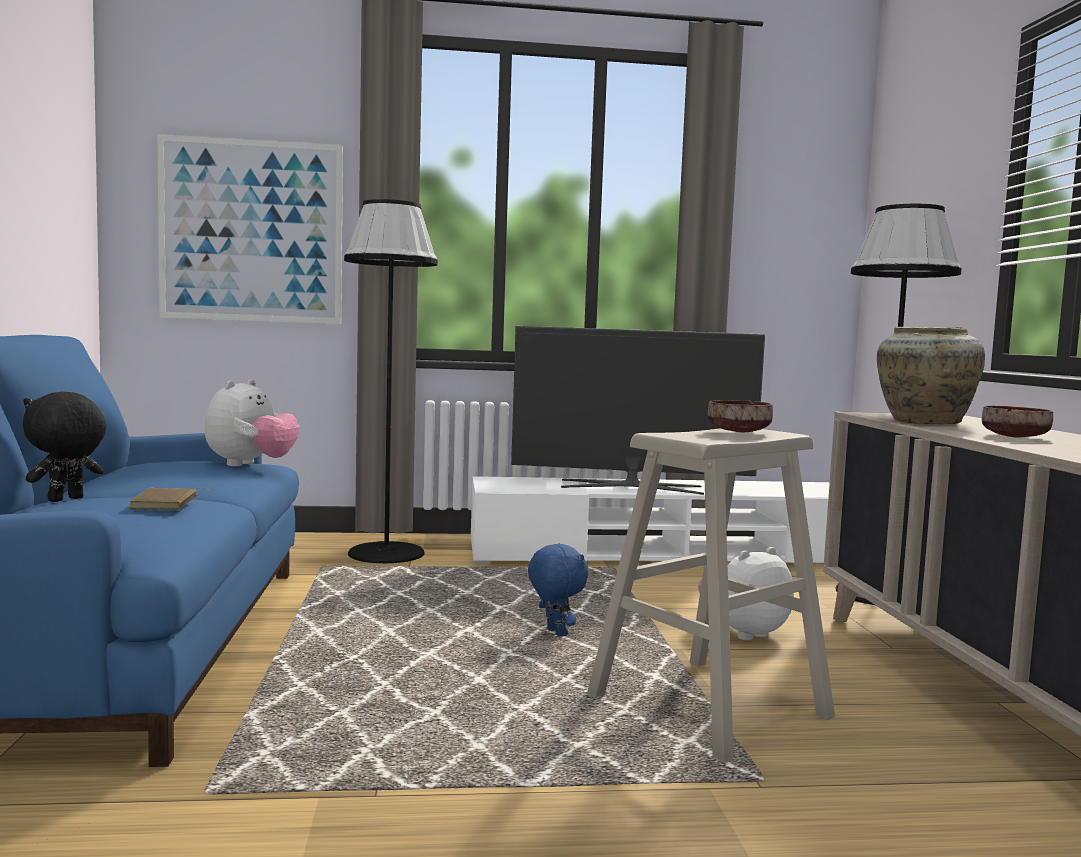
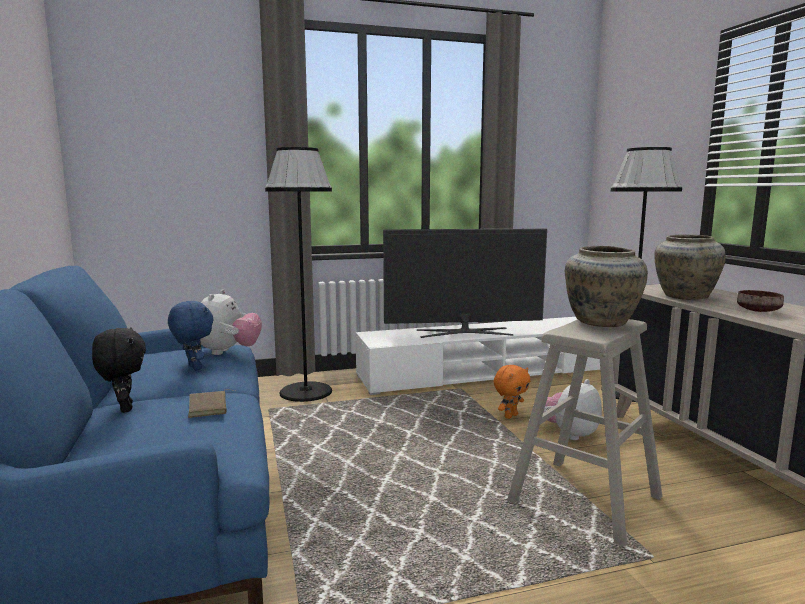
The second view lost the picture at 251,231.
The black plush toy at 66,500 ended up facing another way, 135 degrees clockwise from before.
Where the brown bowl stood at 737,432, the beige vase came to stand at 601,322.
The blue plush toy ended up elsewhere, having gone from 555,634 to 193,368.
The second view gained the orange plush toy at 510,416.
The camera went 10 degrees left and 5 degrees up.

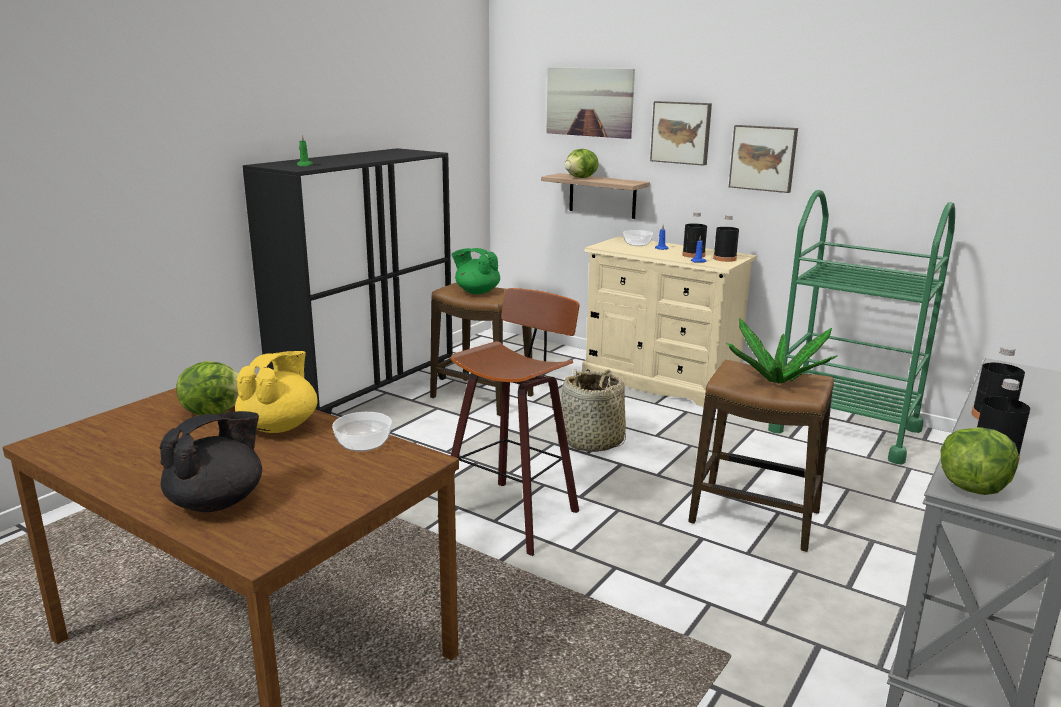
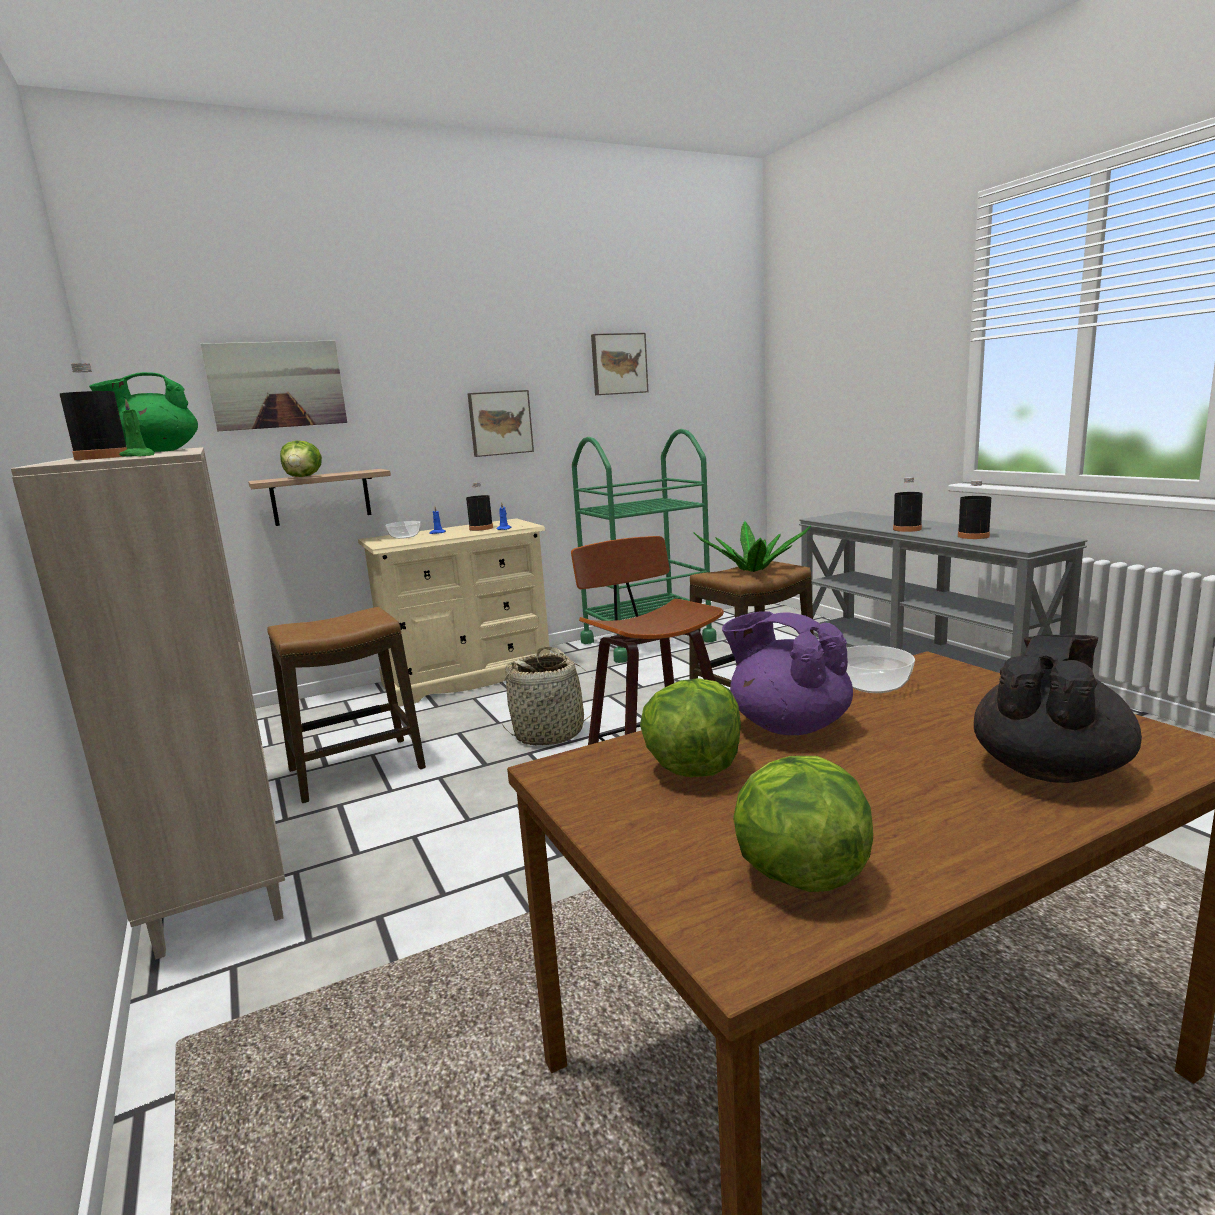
The picture ended up elsewhere, having gone from 681,132 to 618,364.
What was the black cabinet at 368,397 turned into the beige cabinet at 218,853.
The black bottle ended up elsewhere, having gone from 724,259 to 102,458.
The green teapot ended up elsewhere, having gone from 476,292 to 157,451.
What was the yellow teapot at 280,426 turned into the purple teapot at 788,725.
The black teapot at 218,502 ended up facing another way, 60 degrees clockwise from before.
The lettuce ended up elsewhere, having gone from 972,487 to 798,873.
The camera went 60 degrees left and 5 degrees down.

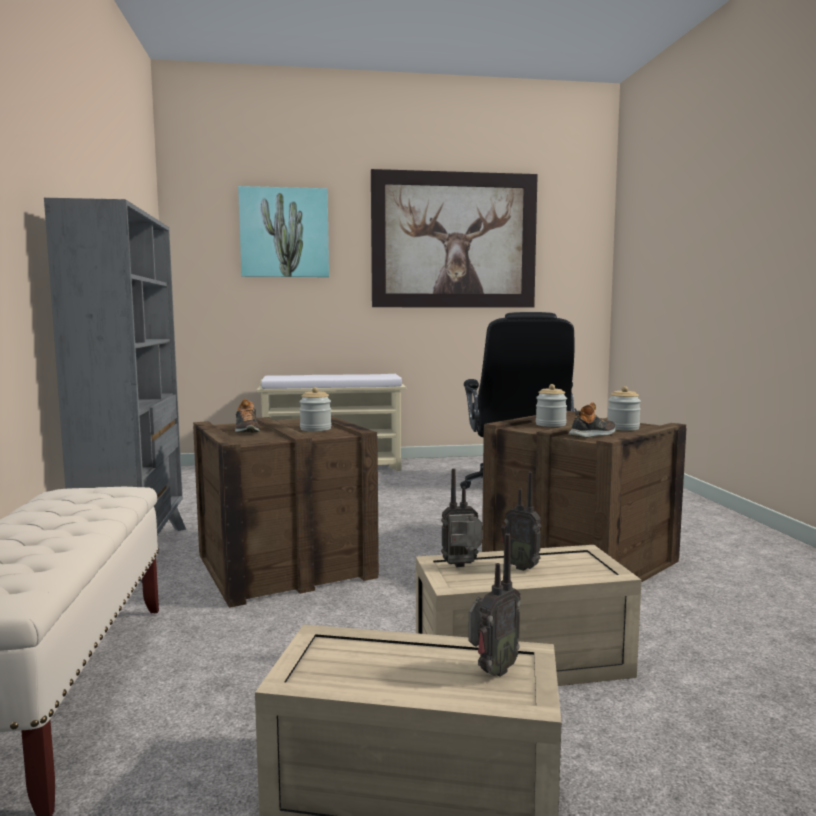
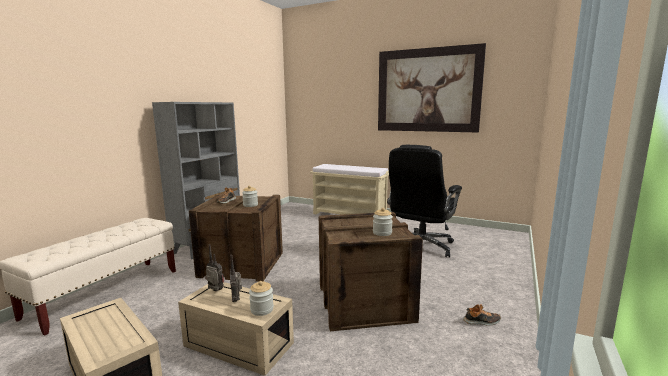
The second view lost the picture at 284,232.
The jar ended up elsewhere, having gone from 550,424 to 262,309.
The shoe ended up elsewhere, having gone from 593,435 to 482,321.
The second view lost the radio at 491,671.
The camera went 35 degrees right and 5 degrees up.

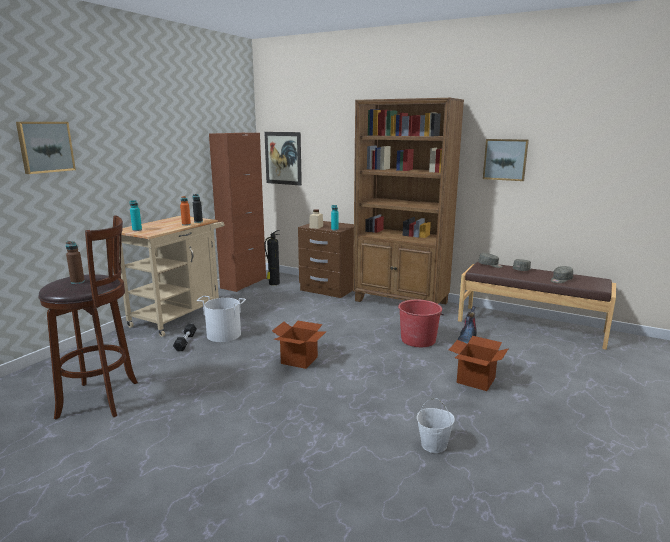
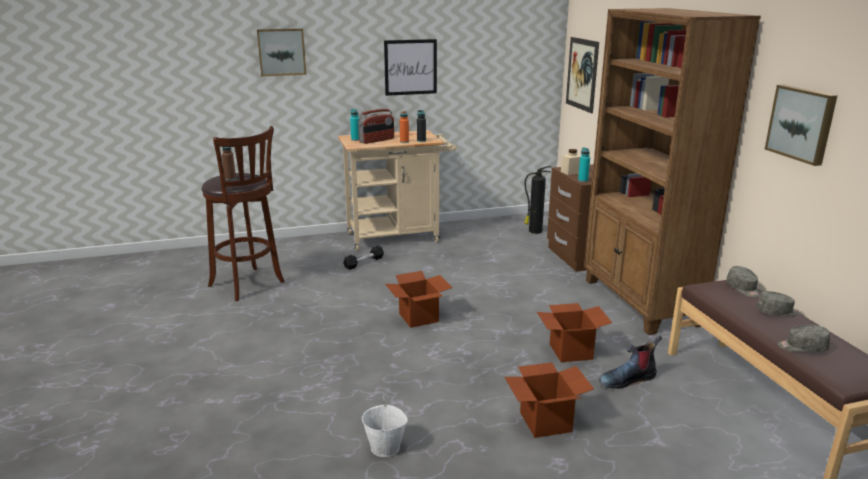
The second view lost the brown cabinet at 243,283.
The second view lost the white bucket at 224,334.
Where the red bucket stood at 418,340, the cardboard box came to stand at 571,351.
The second view gained the picture at 410,67.
The second view gained the radio at 377,140.
The camera went 45 degrees right and 5 degrees up.

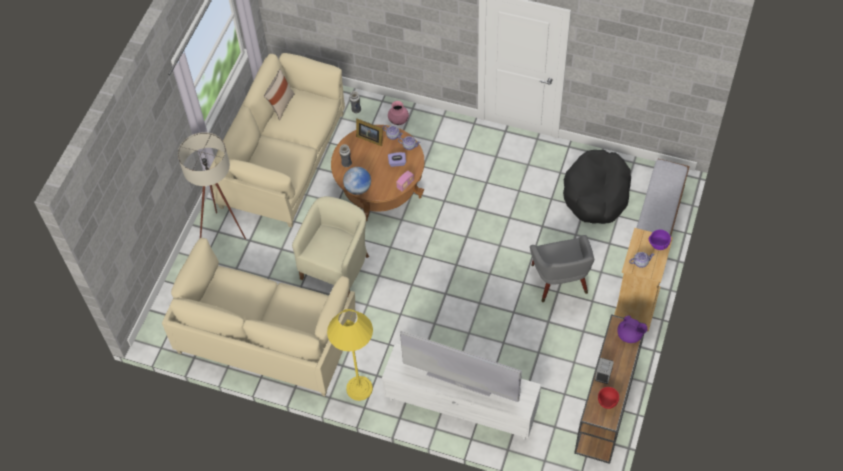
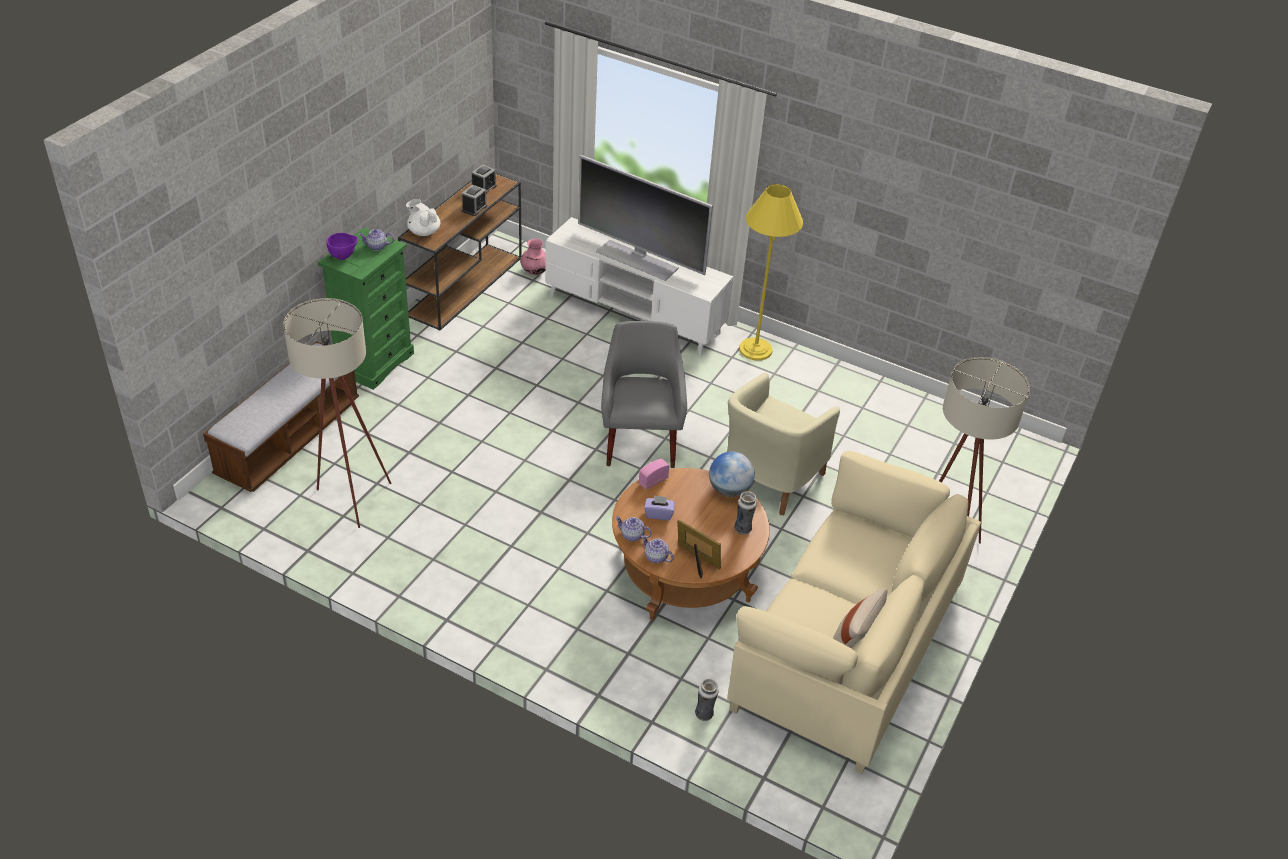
The pink vase ended up elsewhere, having gone from 398,121 to 534,272.
Where the black dog bed stood at 596,193, the beige floor lamp came to stand at 347,497.
What was the beige dresser at 636,306 turned into the green dresser at 374,362.
The grey armchair ended up elsewhere, having gone from 560,283 to 640,439.
The second view lost the beige sofa at 267,337.
What was the purple teapot at 630,335 turned into the white teapot at 423,231.
Where the red bowl stood at 607,404, the alarm clock came to stand at 484,188.
The camera went 175 degrees left and 15 degrees down.

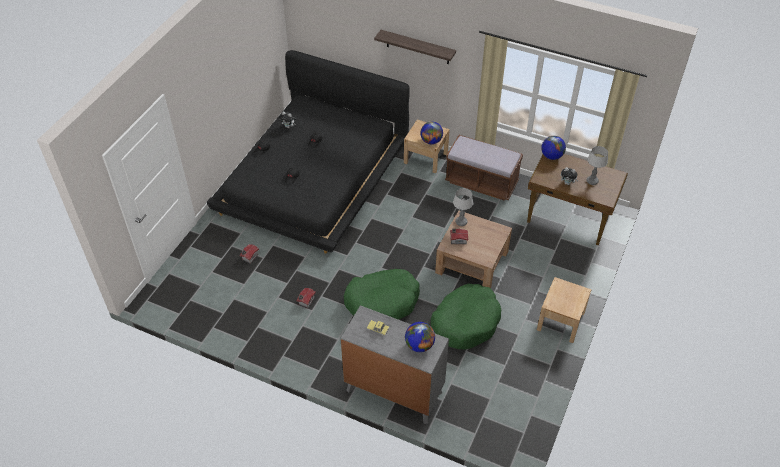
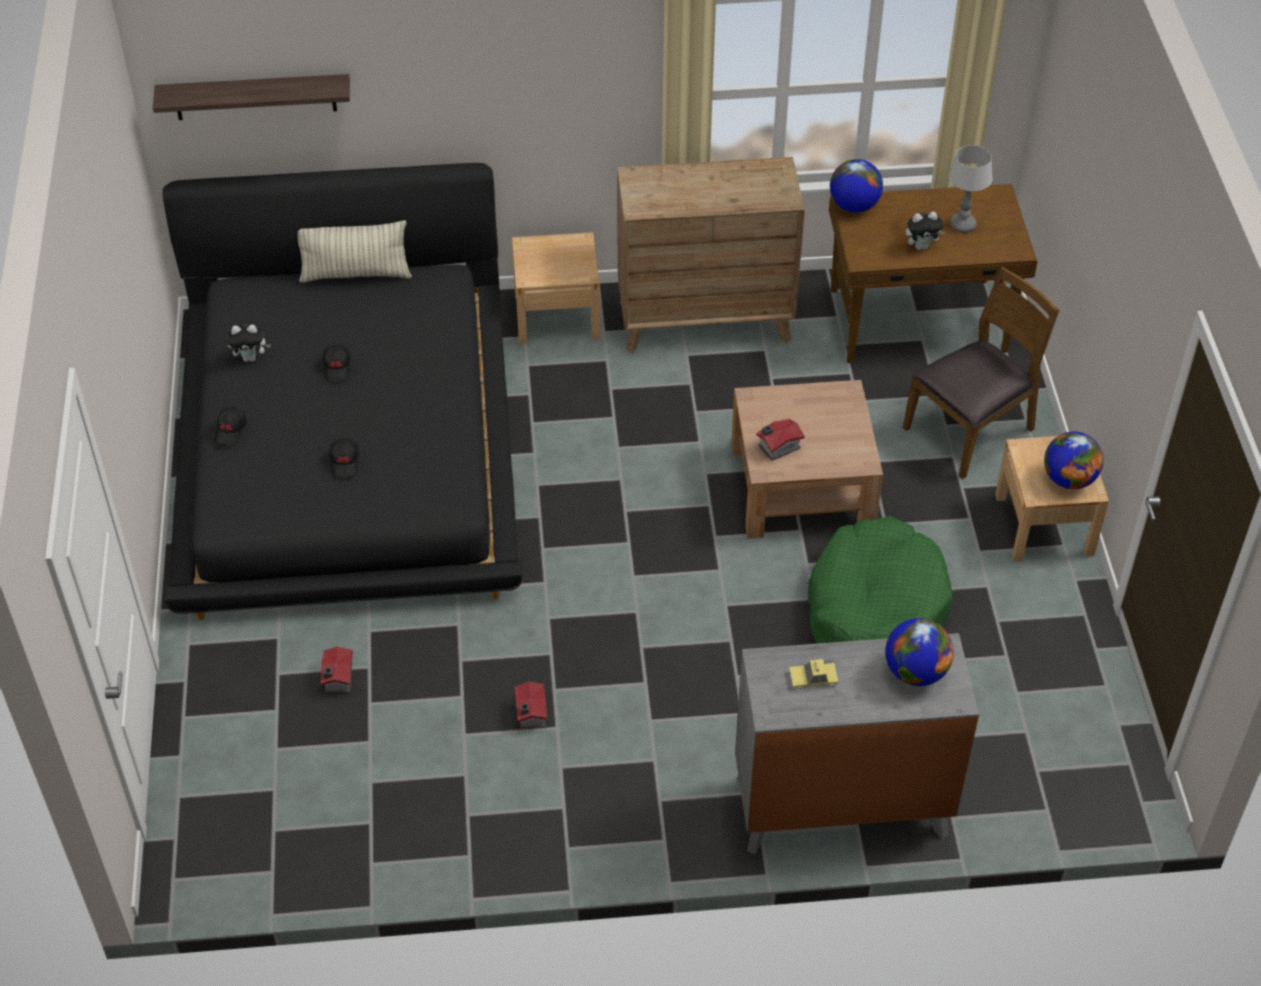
The shelf ended up elsewhere, having gone from 417,47 to 255,97.
The globe ended up elsewhere, having gone from 431,141 to 1069,479.
Where the brown bench stood at 481,182, the brown dresser came to stand at 705,321.
The second view lost the table lamp at 461,222.
The second view lost the green dog bed at 382,301.
The second view gained the pillow at 356,274.
The second view gained the brown chair at 971,429.
The camera went 30 degrees left and 0 degrees up.

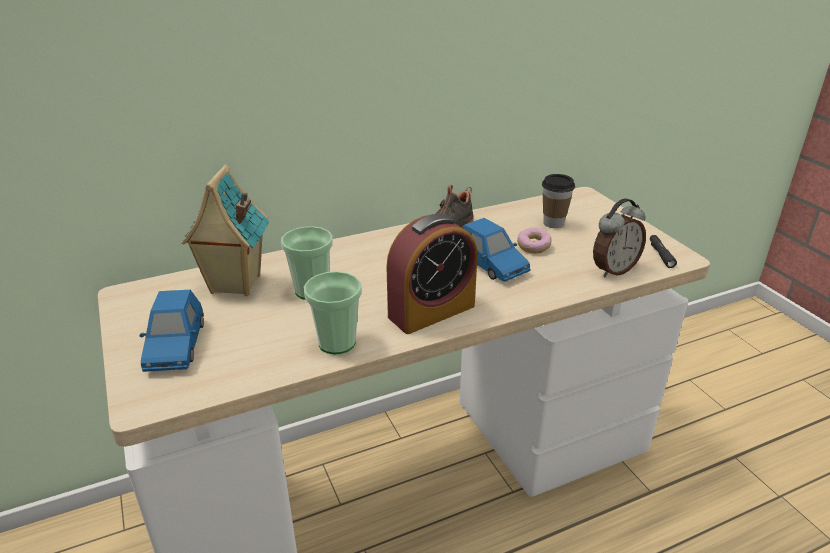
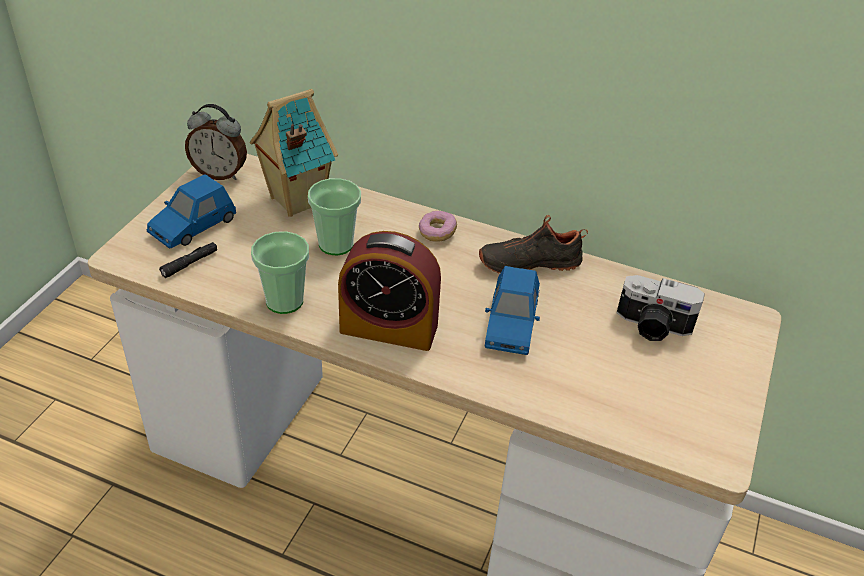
Where the cup stood at 553,223, the photo camera came to stand at 652,326.
The alarm clock ended up elsewhere, having gone from 613,269 to 220,174.
The donut ended up elsewhere, having gone from 533,247 to 437,233.
The black flashlight ended up elsewhere, having gone from 660,255 to 190,263.
The camera went 45 degrees right and 10 degrees up.

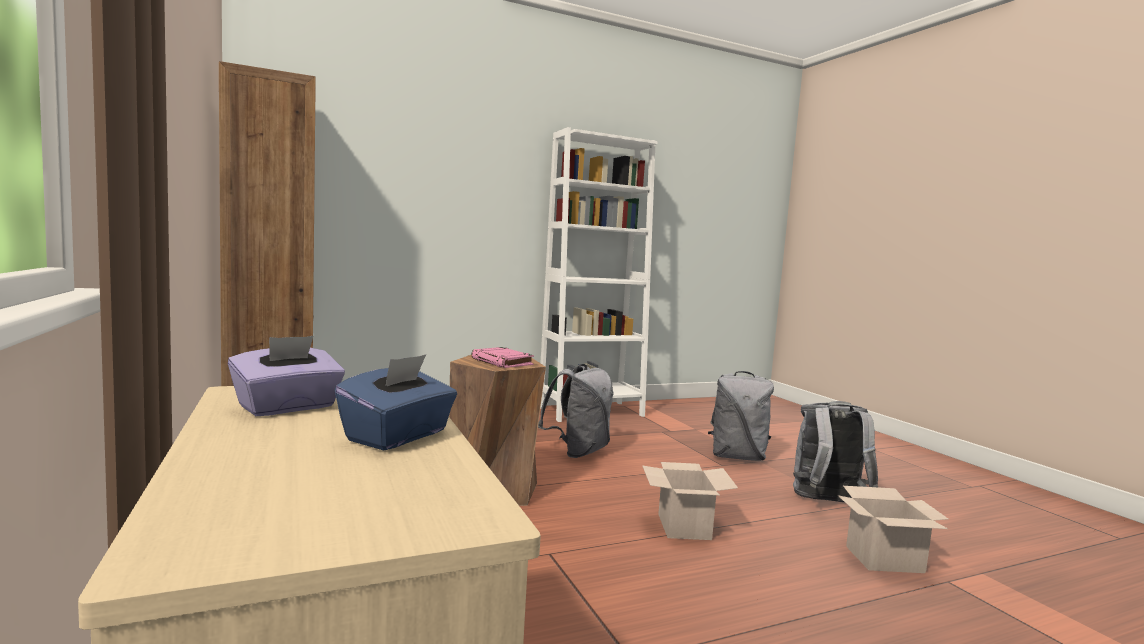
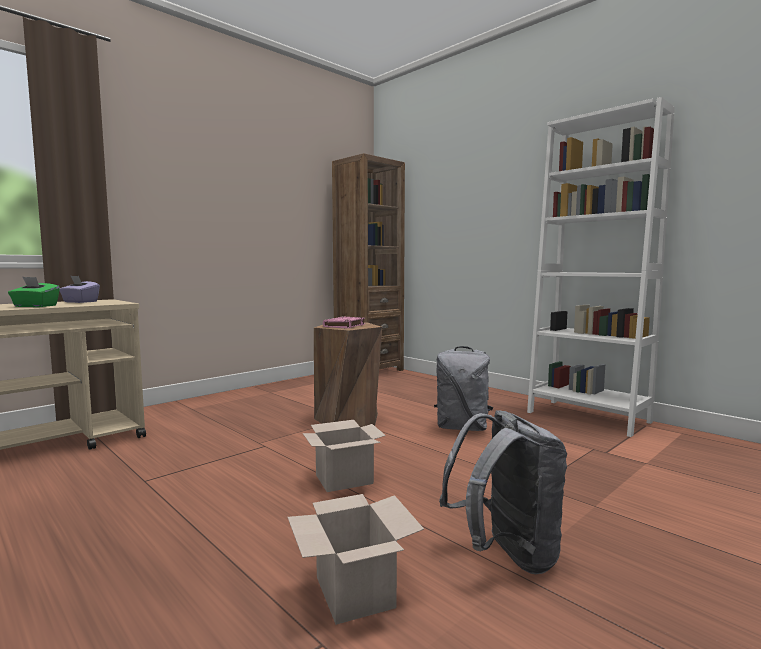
What was the blue tissue box at 398,436 turned into the green tissue box at 35,306.
The second view lost the grey backpack at 737,457.
The camera went 70 degrees right and 0 degrees up.

